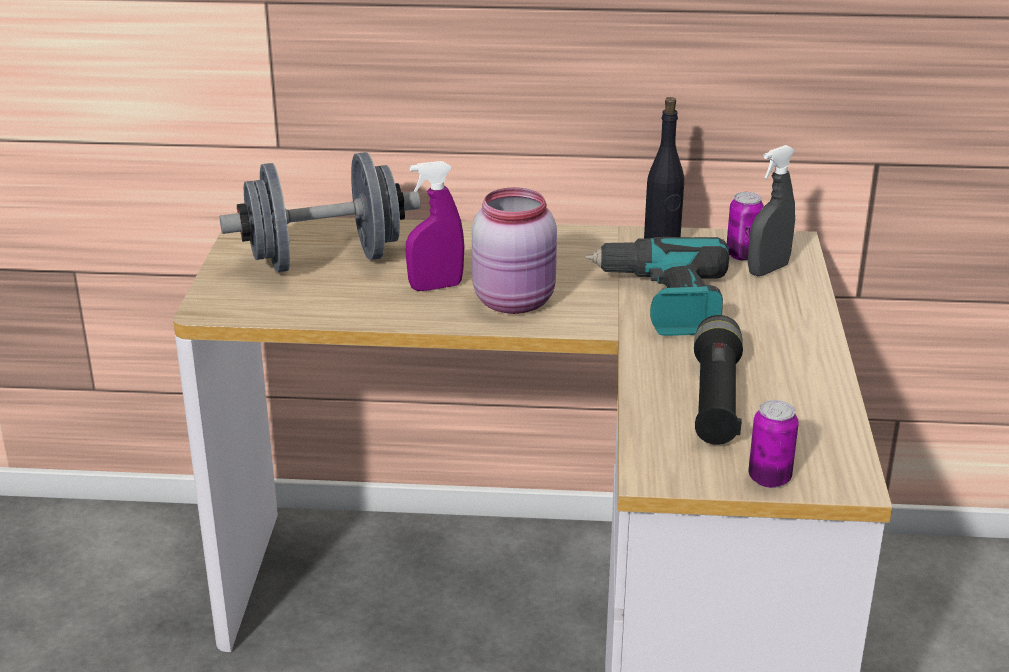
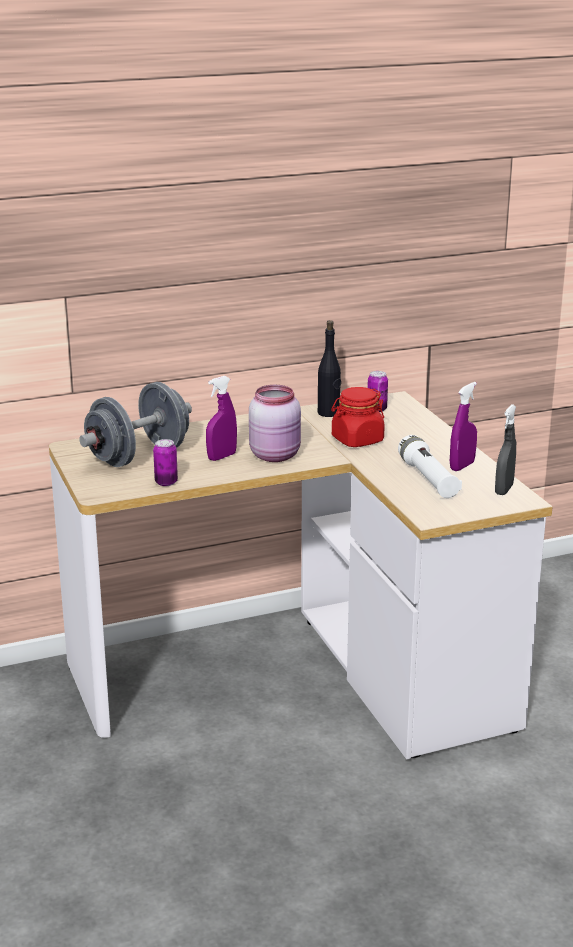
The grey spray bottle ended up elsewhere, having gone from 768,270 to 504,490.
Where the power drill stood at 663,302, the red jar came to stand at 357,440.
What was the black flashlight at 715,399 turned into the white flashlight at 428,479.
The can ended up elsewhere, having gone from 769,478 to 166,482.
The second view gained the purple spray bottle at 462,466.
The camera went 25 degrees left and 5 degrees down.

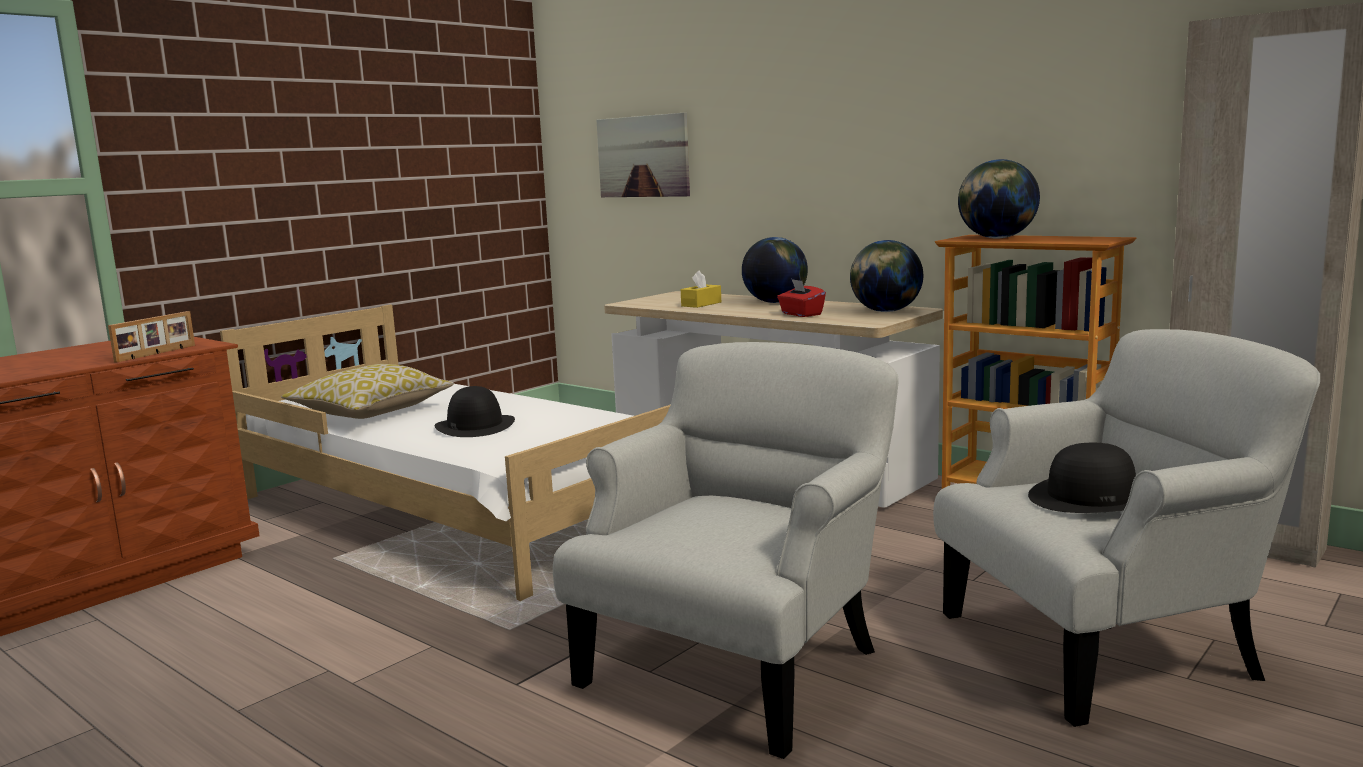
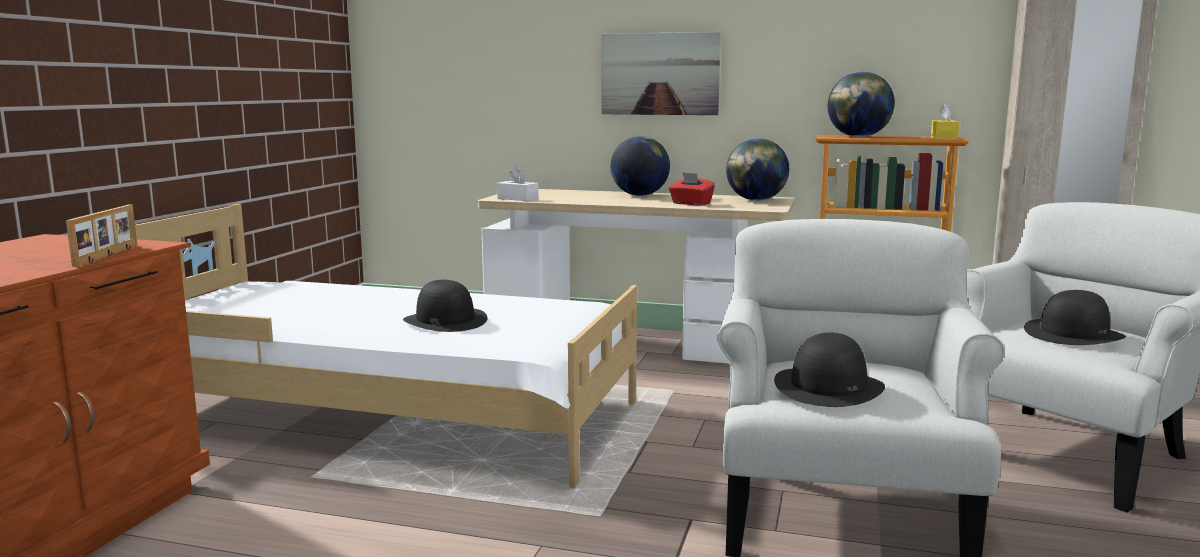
The picture ended up elsewhere, having gone from 643,156 to 660,74.
The yellow tissue box ended up elsewhere, having gone from 701,304 to 944,138.
The second view lost the pillow at 371,412.
The second view gained the white tissue box at 518,199.
The second view gained the black hat at 828,387.
The camera went 25 degrees left and 0 degrees up.

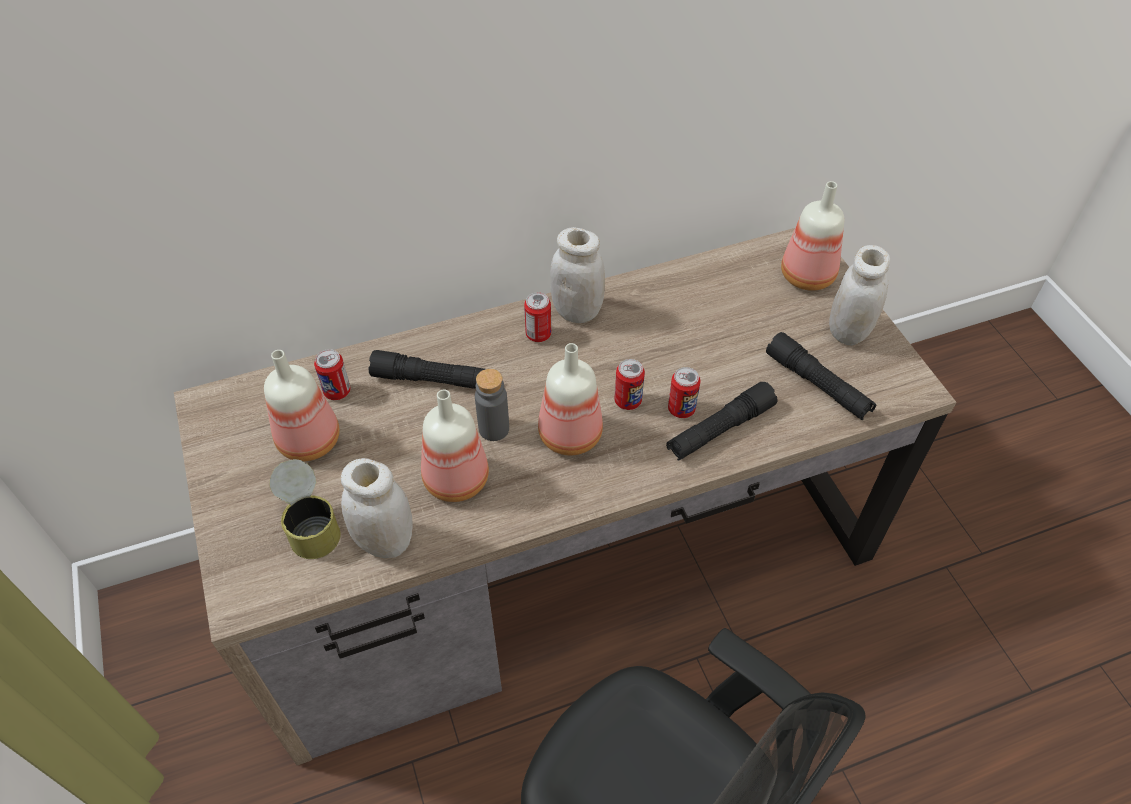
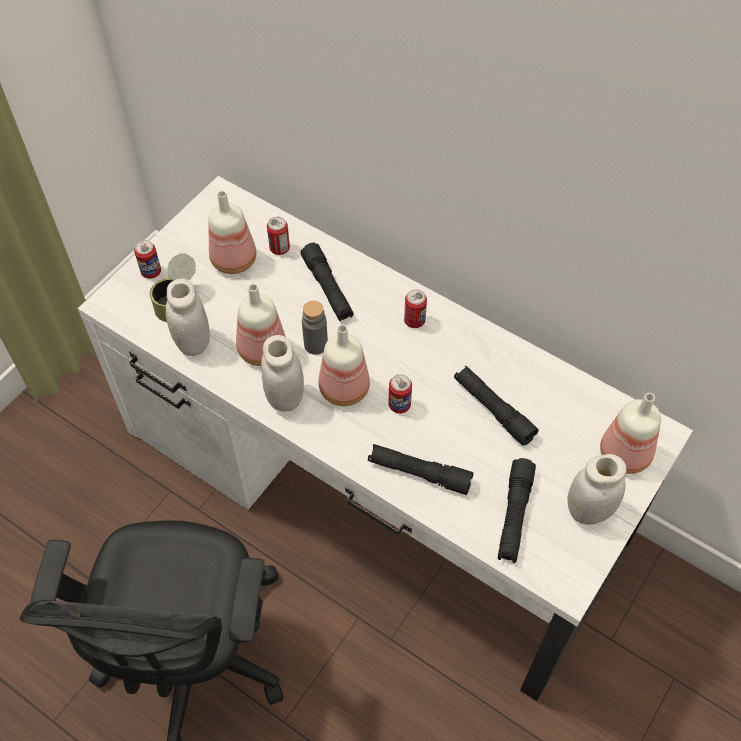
The white jar ended up elsewhere, having gone from 577,311 to 285,397.
What was the brown desk at 563,557 turned into the white desk at 372,485.
The can ended up elsewhere, having gone from 681,409 to 151,272.
The second view gained the black flashlight at 493,409.
The camera went 55 degrees right and 5 degrees up.

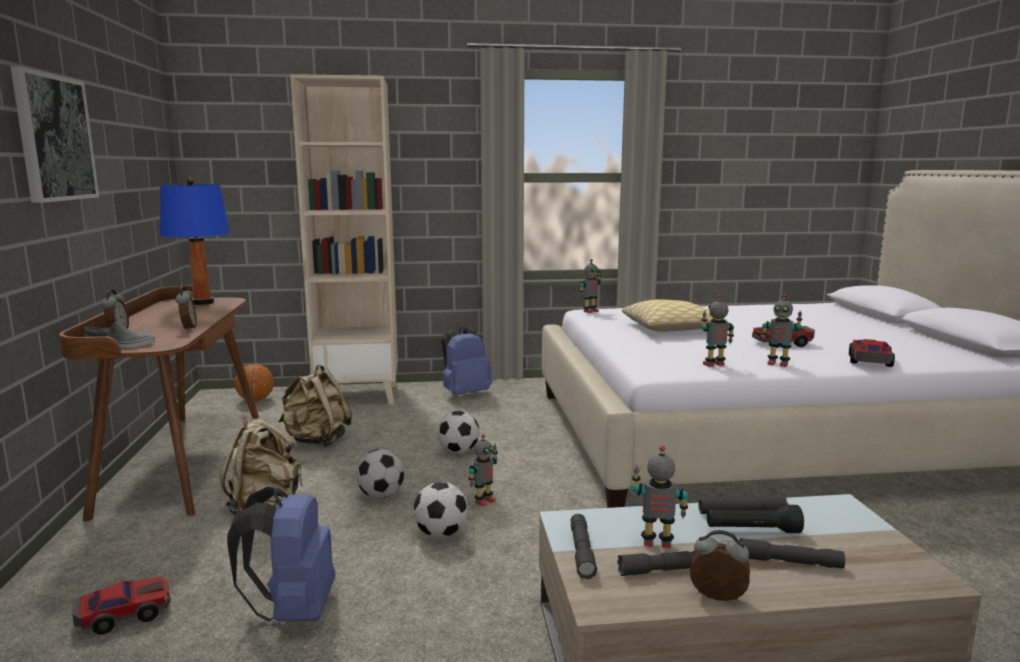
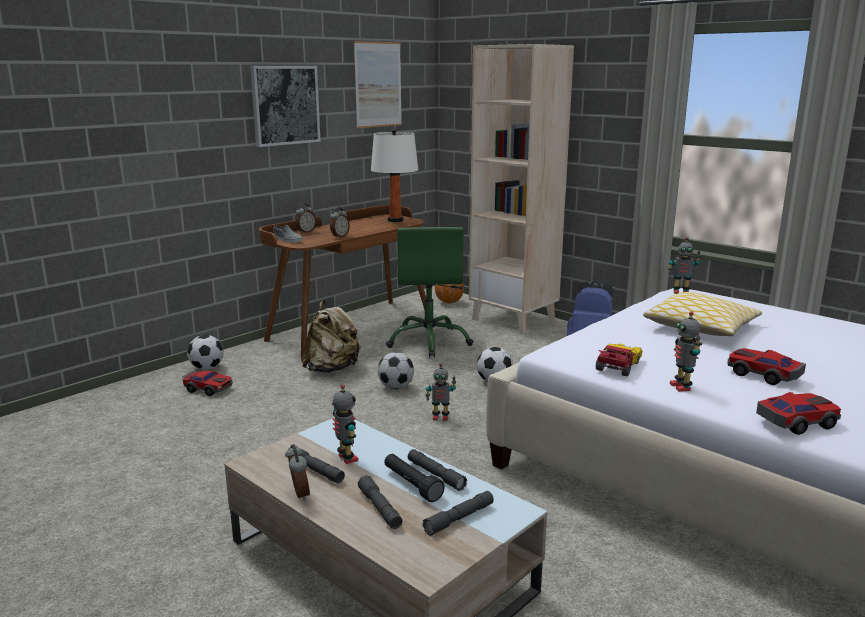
What was the blue table lamp at 202,302 turned into the white table lamp at 395,220.
Where the toy robot stood at 714,365, the toy car came to stand at 618,366.
Where the beige backpack stood at 317,441, the green office chair came to stand at 429,341.
The football ended up elsewhere, having gone from 441,534 to 207,368.
The second view lost the blue backpack at 293,611.
The grey flashlight ended up elsewhere, having gone from 582,552 to 459,518.
The second view gained the picture at 378,84.
The camera went 50 degrees right and 5 degrees up.

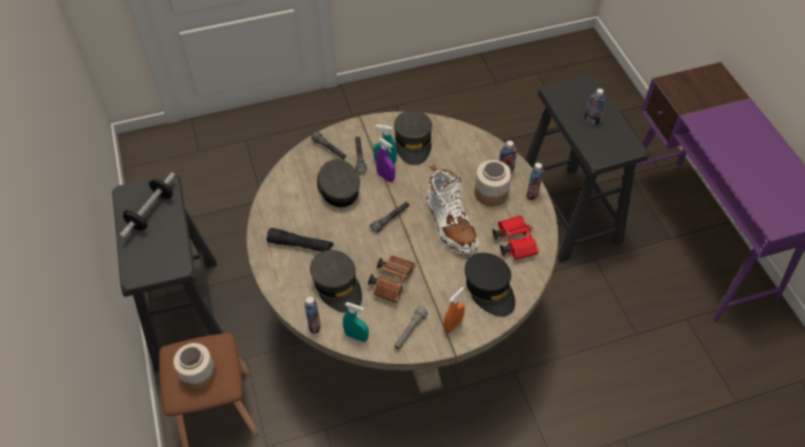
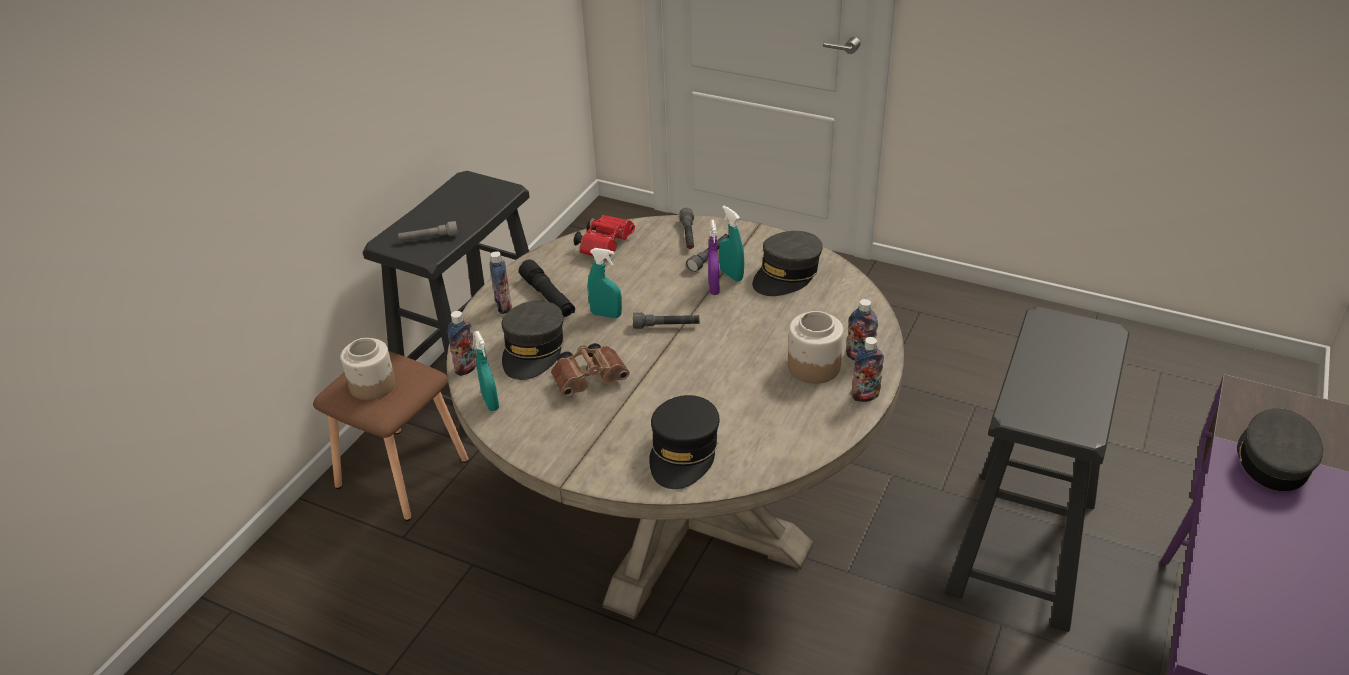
The bottle ended up elsewhere, having gone from 592,120 to 503,307.
The grey cap ended up elsewhere, having gone from 337,188 to 1272,460.
The second view lost the white boot at 450,225.
The second view lost the dumbbell at 151,212.
The red binoculars ended up elsewhere, having gone from 513,242 to 605,245.
The second view lost the orange spray bottle at 453,325.
The grey flashlight ended up elsewhere, having gone from 409,331 to 429,238.
The second view gained the turquoise spray bottle at 606,315.
The camera went 45 degrees right and 15 degrees down.

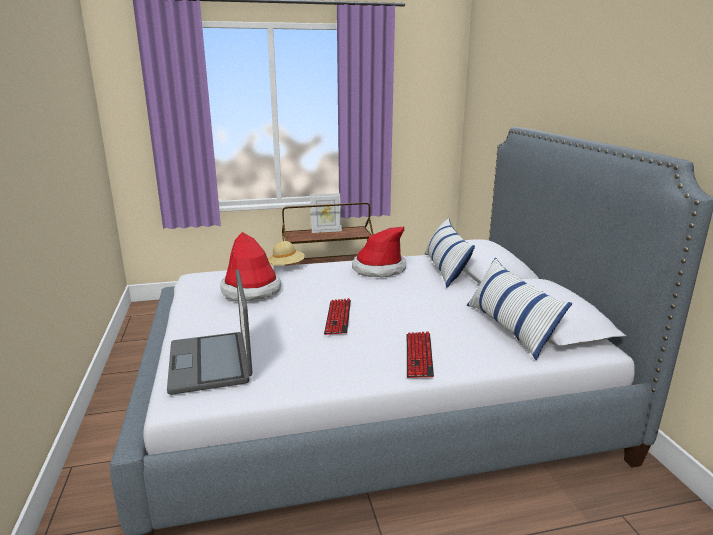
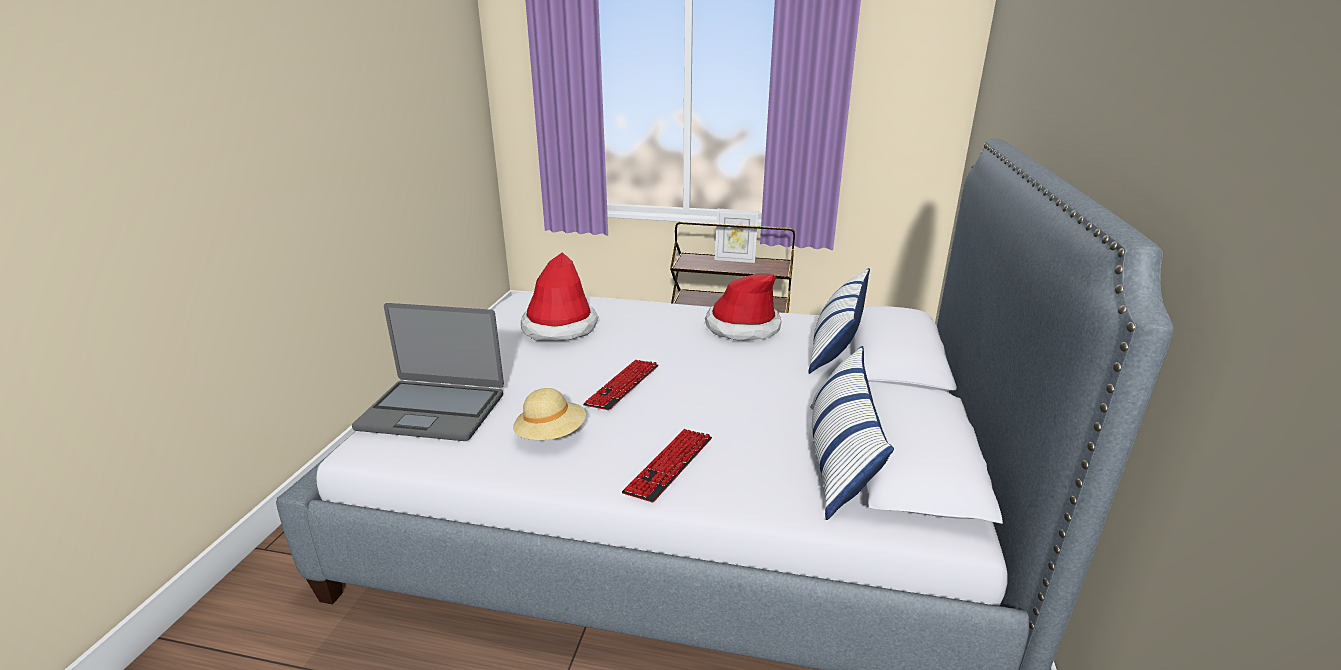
The beige hat ended up elsewhere, having gone from 287,266 to 551,435.
The laptop at 211,363 ended up facing another way, 90 degrees counterclockwise from before.
The camera went 25 degrees right and 5 degrees up.

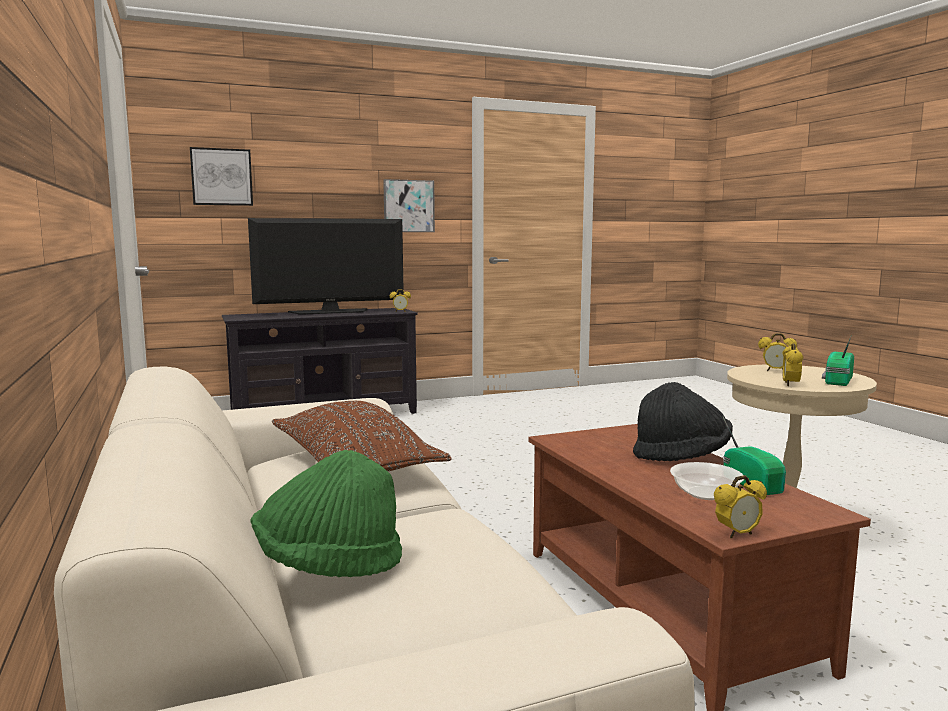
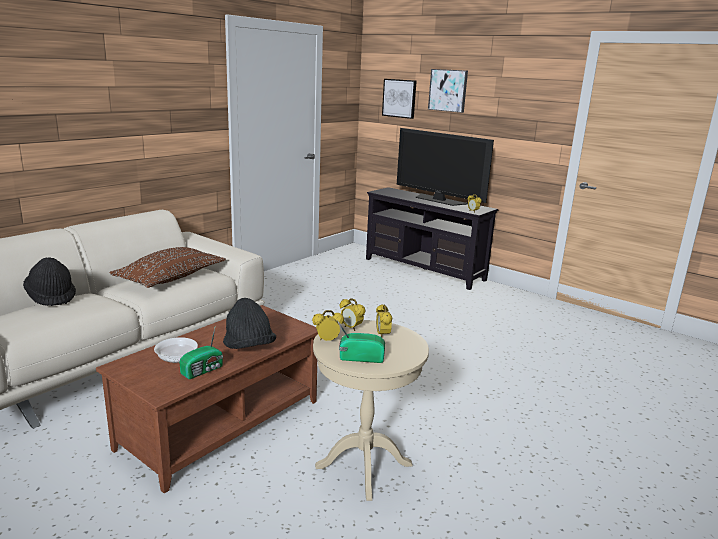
The picture ended up elsewhere, having gone from 408,206 to 448,90.
What was the green hat at 328,565 turned into the black hat at 52,297.
The alarm clock ended up elsewhere, having gone from 737,534 to 351,328.
The camera went 60 degrees right and 10 degrees up.

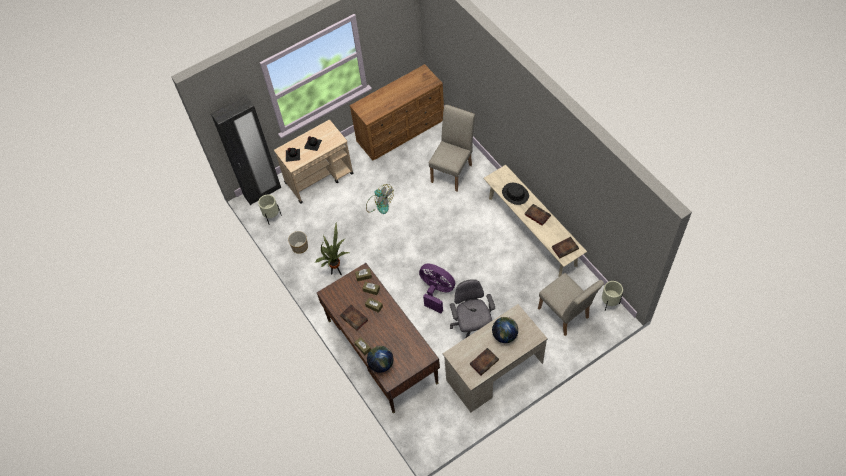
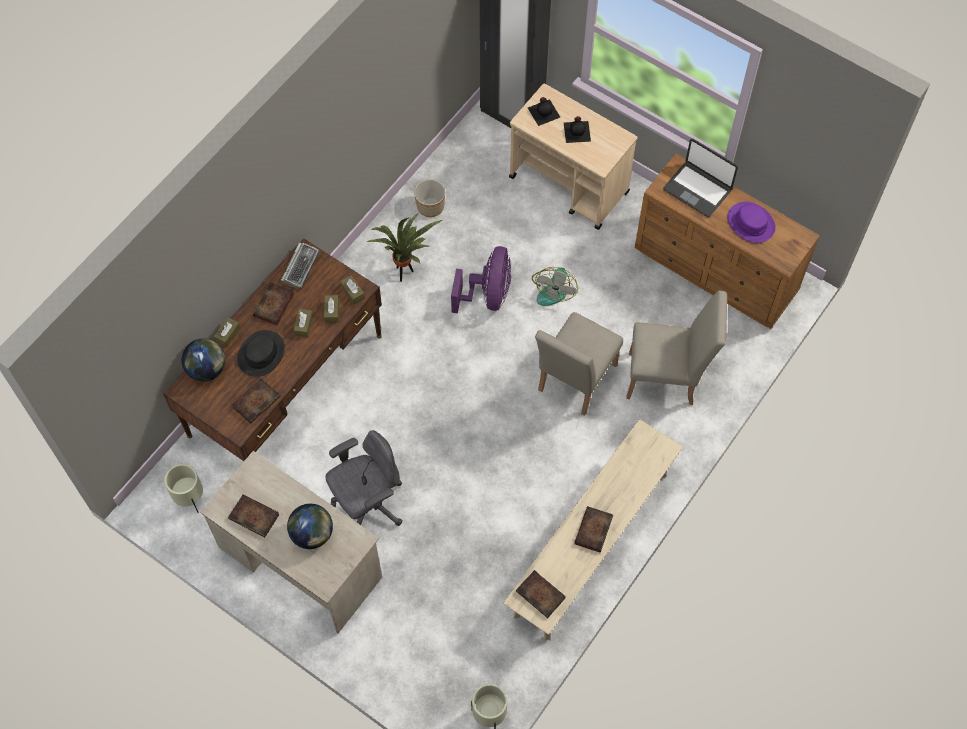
The black hat ended up elsewhere, having gone from 515,194 to 261,354.
The beige planter ended up elsewhere, having gone from 272,217 to 190,499.
The purple fan ended up elsewhere, having gone from 436,292 to 488,295.
The beige chair ended up elsewhere, having gone from 565,316 to 573,382.
The second view gained the laptop at 698,189.
The second view gained the purple hat at 751,223.
The second view gained the keyboard at 300,267.
The second view gained the book at 257,401.
The camera went 65 degrees right and 5 degrees up.

